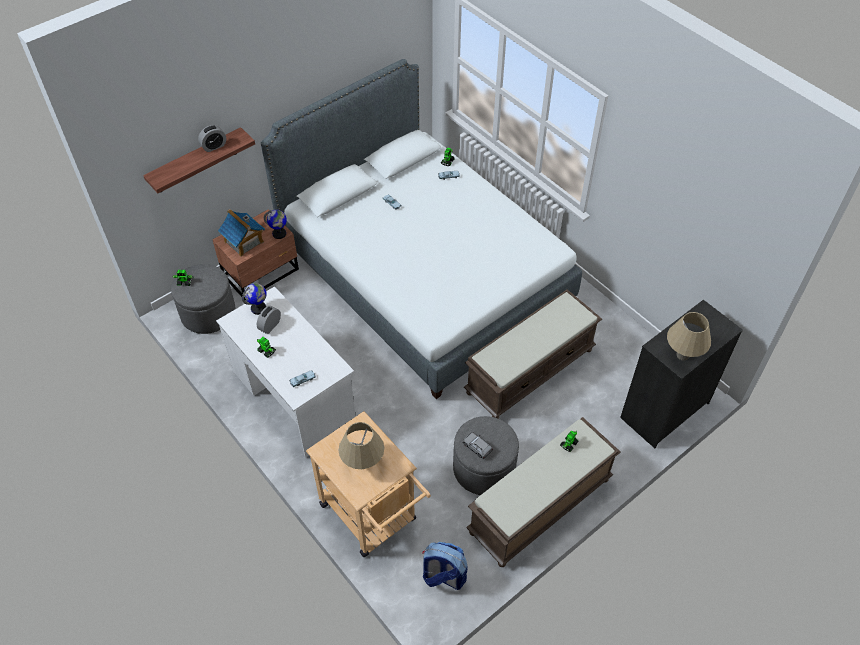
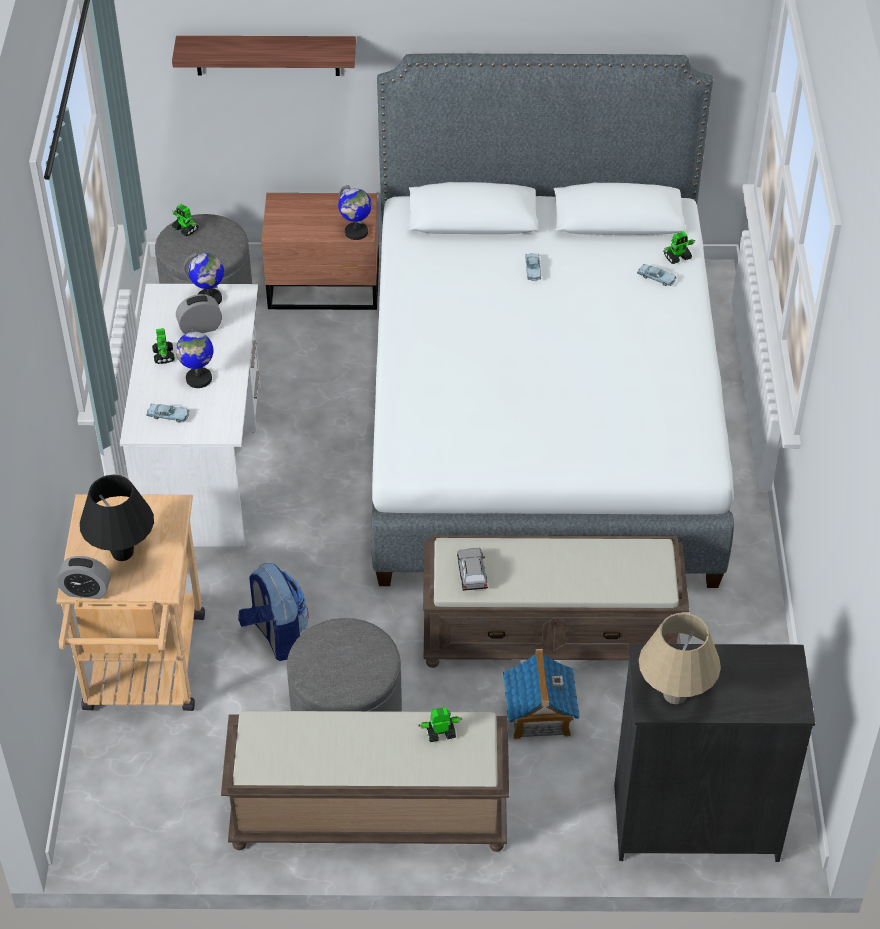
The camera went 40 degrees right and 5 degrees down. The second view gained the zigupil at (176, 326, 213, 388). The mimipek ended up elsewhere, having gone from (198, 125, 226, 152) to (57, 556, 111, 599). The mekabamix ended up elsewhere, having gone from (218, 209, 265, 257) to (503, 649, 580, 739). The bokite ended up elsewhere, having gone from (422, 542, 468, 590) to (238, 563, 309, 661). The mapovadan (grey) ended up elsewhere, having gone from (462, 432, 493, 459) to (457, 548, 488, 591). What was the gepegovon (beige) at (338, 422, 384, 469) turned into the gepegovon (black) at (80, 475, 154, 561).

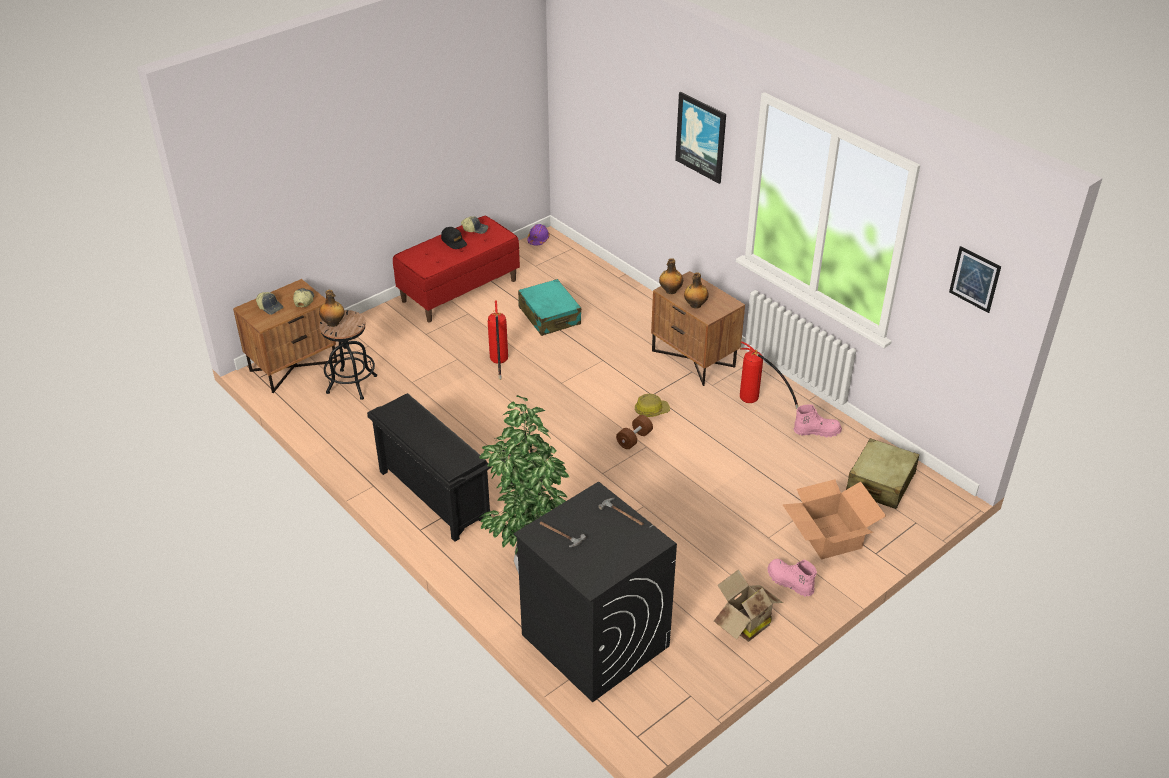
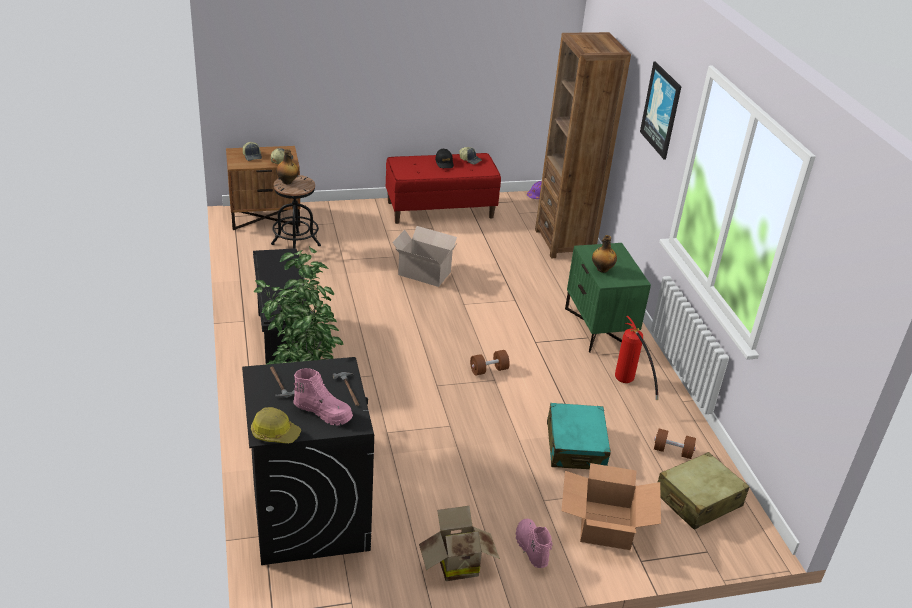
The camera went 25 degrees right and 5 degrees down. The second view lost the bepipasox at (659, 258, 683, 294). The second view lost the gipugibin at (949, 246, 1001, 313). The second view gained the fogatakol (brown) at (535, 32, 631, 259). The second view gained the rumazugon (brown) at (654, 429, 696, 459). The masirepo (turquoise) ended up elsewhere, having gone from (518, 279, 581, 336) to (547, 403, 611, 469). The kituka ended up elsewhere, having gone from (635, 394, 670, 417) to (251, 407, 301, 444). The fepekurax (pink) ended up elsewhere, having gone from (794, 405, 842, 438) to (294, 368, 353, 426). Where the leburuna stood at (488, 300, 508, 380), the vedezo came to stand at (392, 226, 458, 287). What was the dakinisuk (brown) at (651, 271, 745, 386) turned into the dakinisuk (green) at (565, 243, 651, 352).

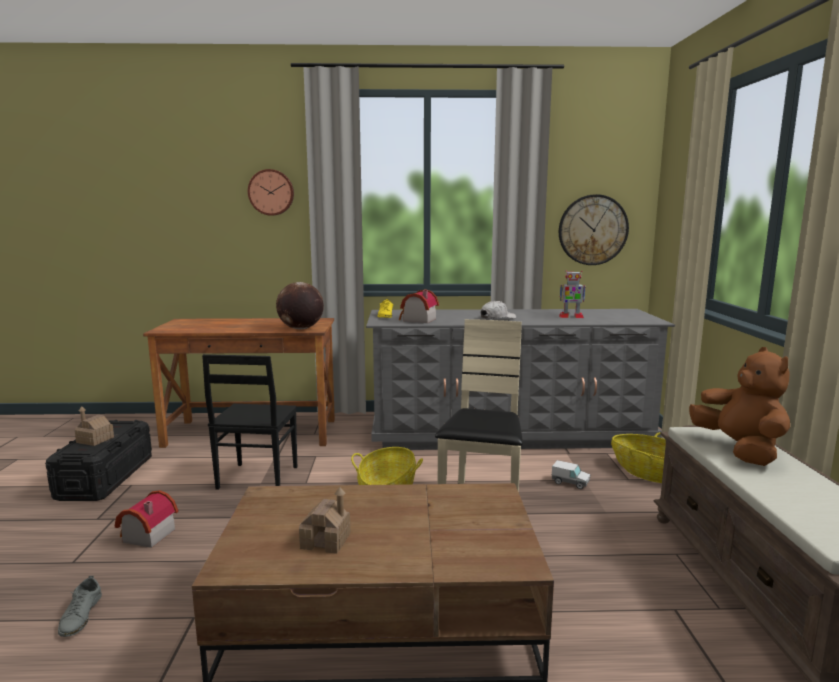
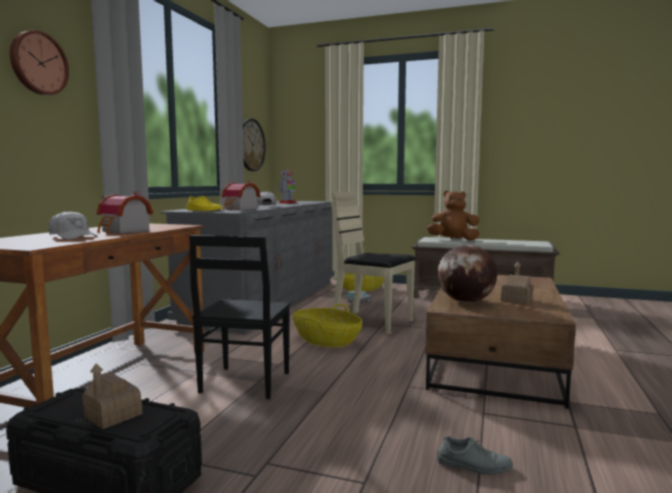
The camera went 70 degrees left and 5 degrees down. The second view gained the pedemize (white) at (49, 211, 98, 240). The mekabamix ended up elsewhere, having gone from (115, 490, 179, 548) to (97, 192, 153, 234). The zigupil ended up elsewhere, having gone from (276, 282, 324, 329) to (438, 245, 497, 303). The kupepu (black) at (202, 354, 297, 490) ended up facing another way, 75 degrees clockwise from before.

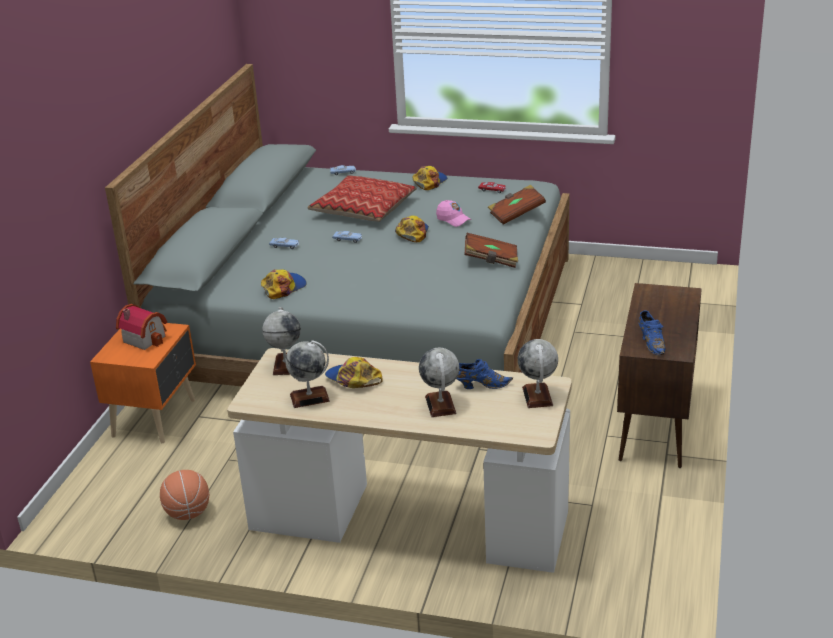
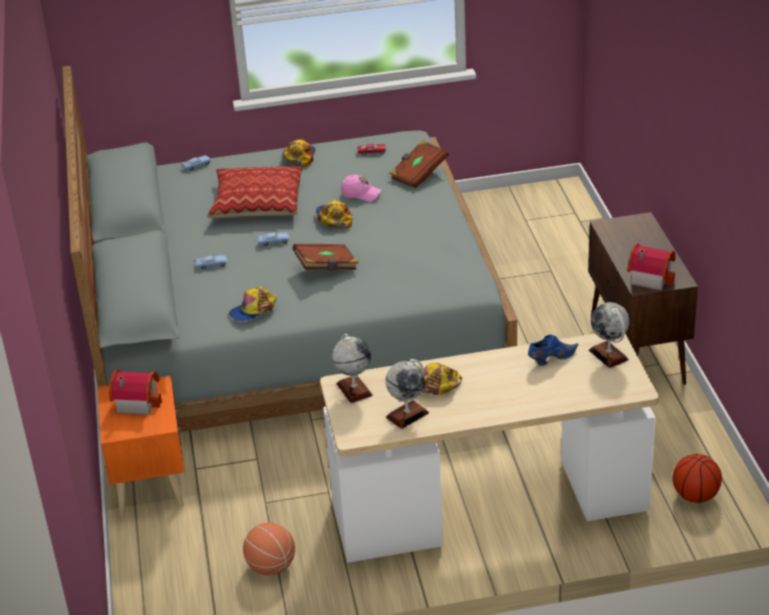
The camera went 25 degrees left and 5 degrees up. The second view lost the zigupil at (419, 348, 459, 417). The second view gained the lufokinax at (673, 454, 722, 503). The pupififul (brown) ended up elsewhere, having gone from (465, 233, 518, 268) to (293, 244, 359, 271). Where the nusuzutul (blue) stood at (638, 310, 665, 355), the mekabamix came to stand at (627, 243, 676, 291). The pedemize at (261, 269, 307, 299) ended up facing another way, 150 degrees counterclockwise from before.

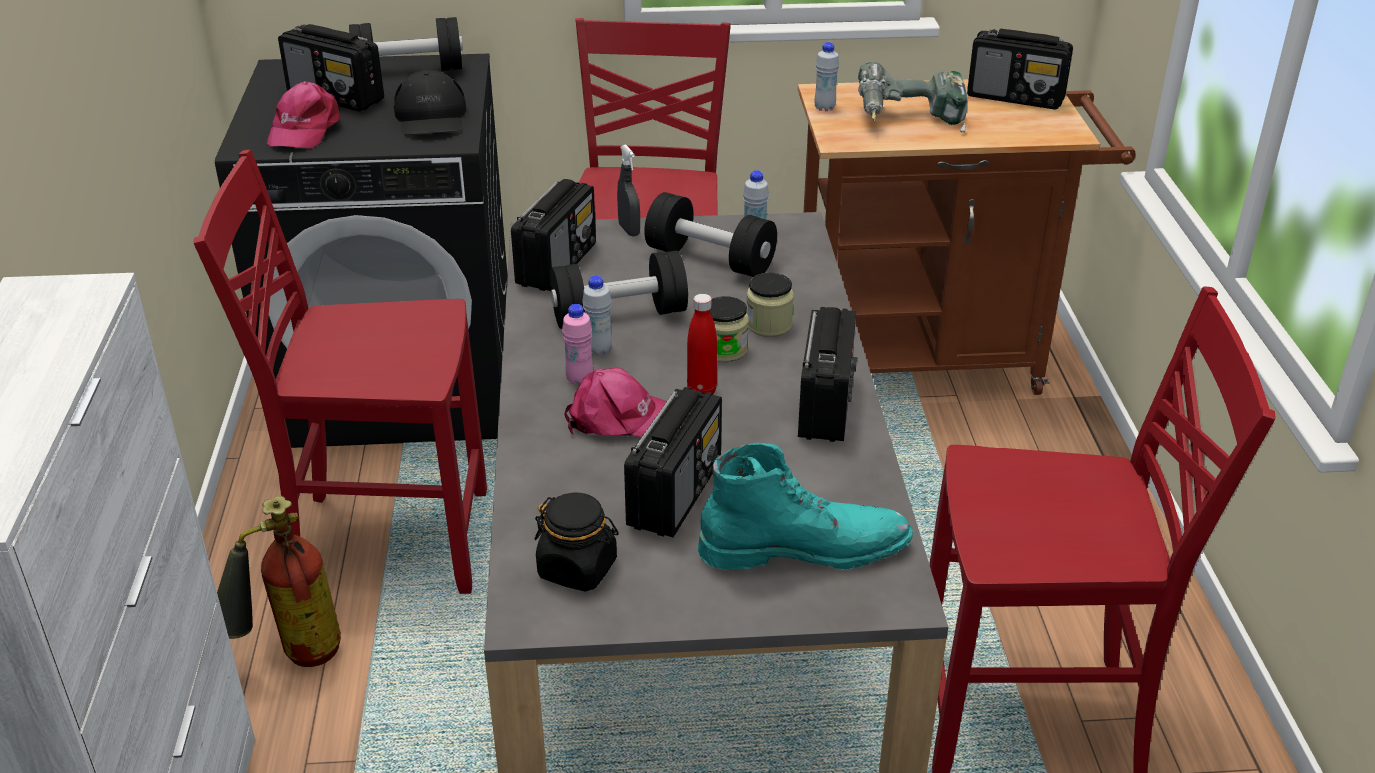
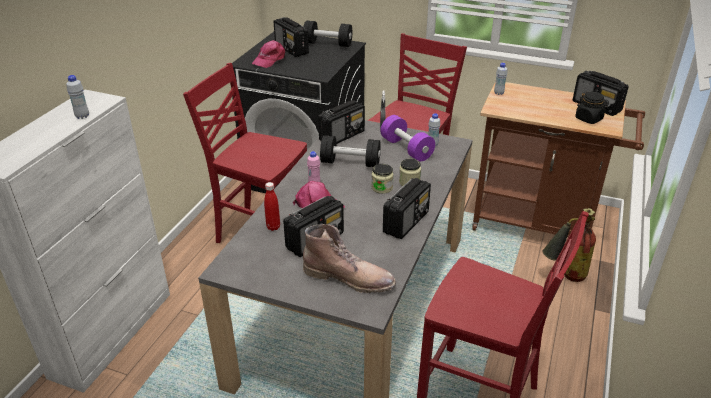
The camera went 25 degrees right and 0 degrees up. The second view lost the pedemize (black) at (393, 70, 466, 135). The second view lost the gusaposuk at (858, 61, 968, 132). The leburuna ended up elsewhere, having gone from (217, 496, 341, 667) to (542, 208, 596, 282). The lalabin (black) ended up elsewhere, having gone from (534, 493, 619, 591) to (575, 92, 608, 124). The bepipasox (white) ended up elsewhere, having gone from (582, 276, 612, 355) to (66, 75, 89, 119). The bepipasox (red) ended up elsewhere, having gone from (687, 294, 717, 394) to (264, 182, 280, 231). What was the rumazugon (black) at (644, 192, 777, 277) turned into the rumazugon (purple) at (380, 115, 435, 161). What was the fepekurax (turquoise) at (698, 443, 913, 570) turned into the fepekurax (brown) at (303, 224, 396, 293).

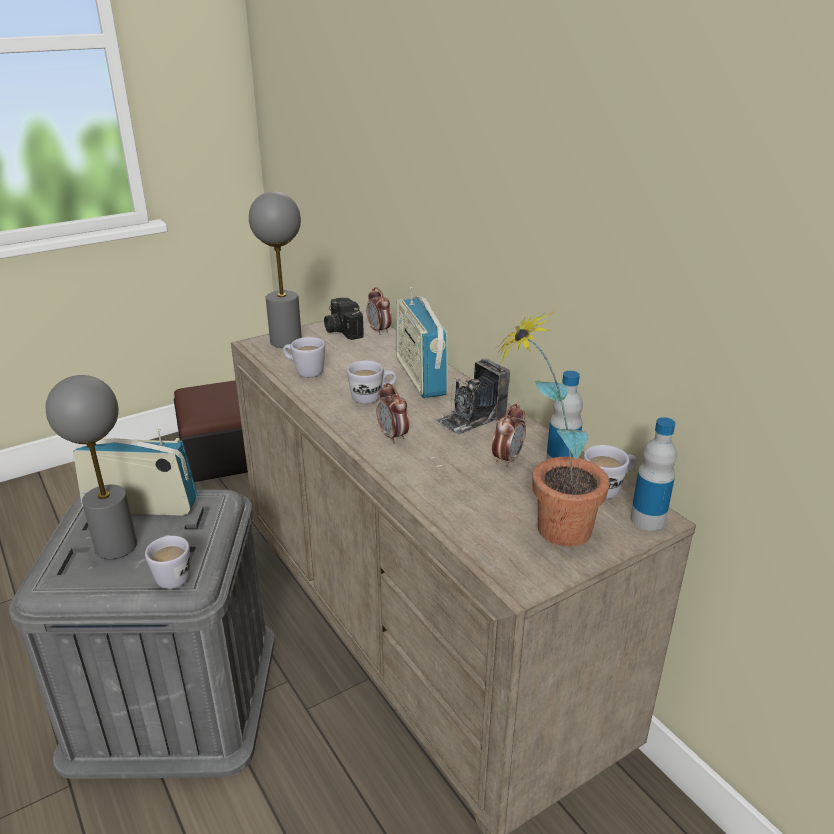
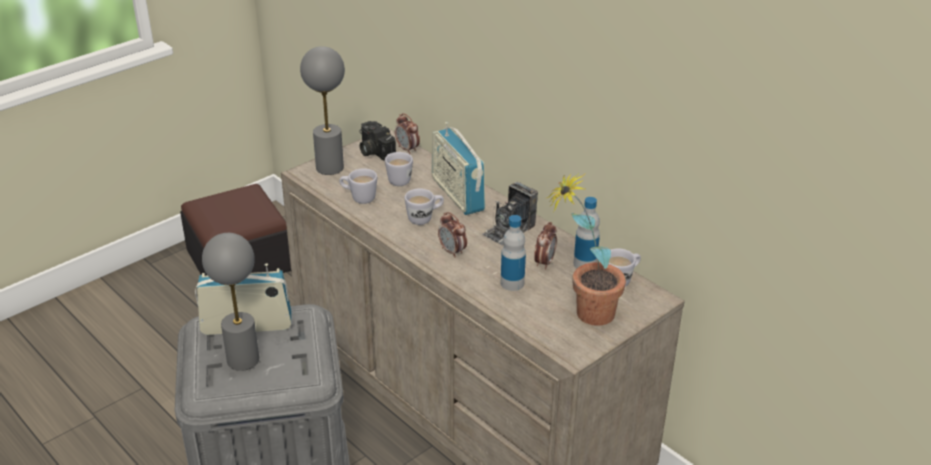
The camera went 10 degrees left and 5 degrees up. The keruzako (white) ended up elsewhere, having gone from (145, 535, 190, 589) to (385, 152, 413, 186). The bepipasox ended up elsewhere, having gone from (630, 417, 677, 530) to (501, 215, 526, 291).

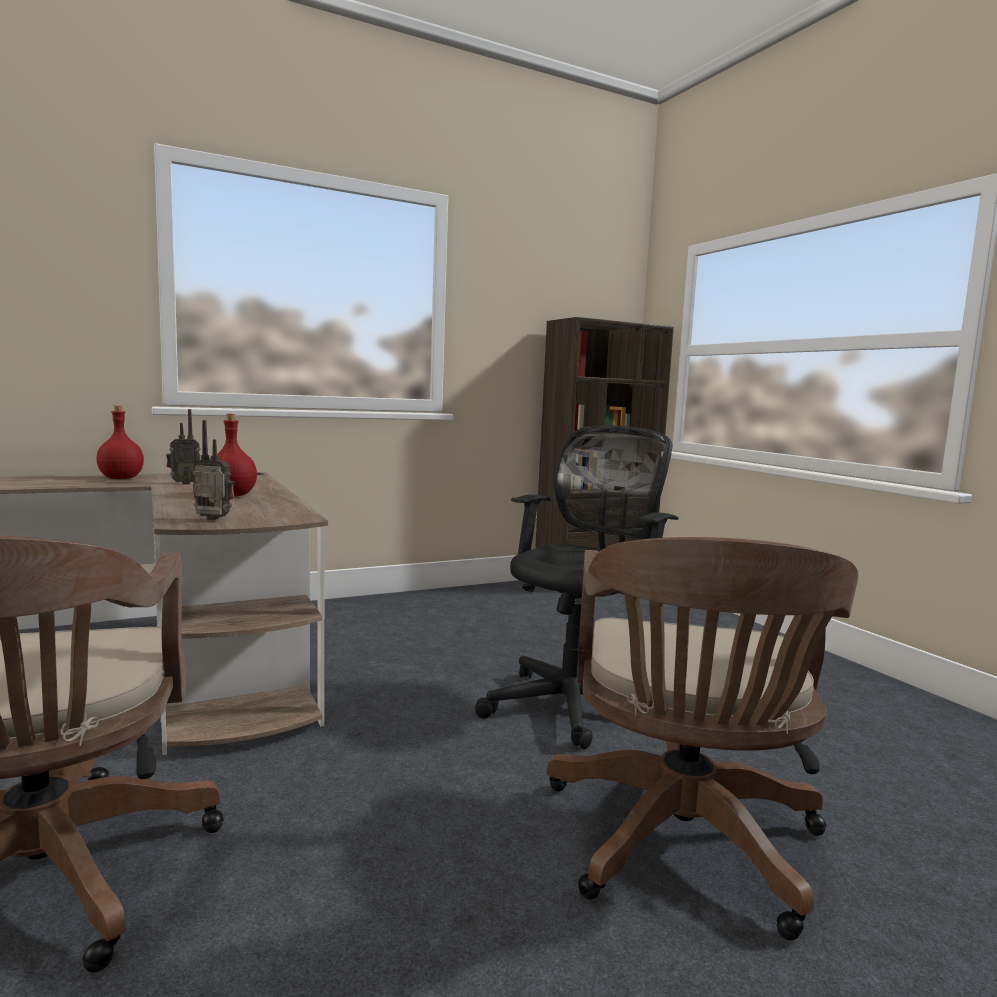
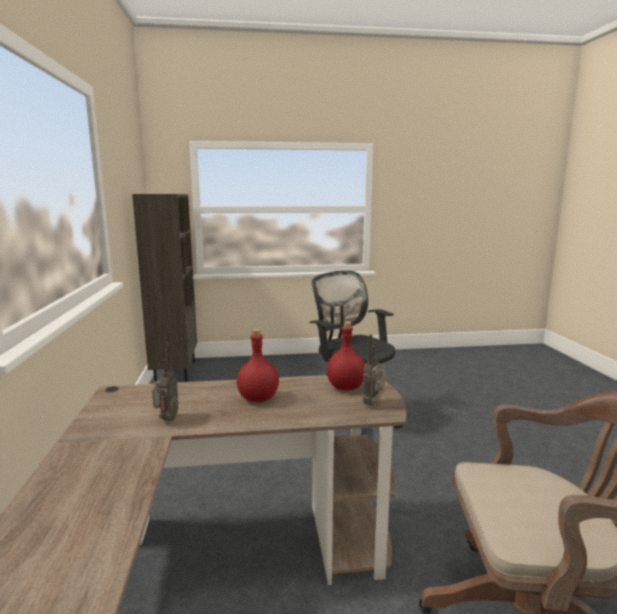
The camera went 70 degrees left and 5 degrees up. The second view lost the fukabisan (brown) at (547, 537, 858, 940). The bepipasox (red) ended up elsewhere, having gone from (96, 405, 144, 479) to (327, 322, 365, 390).

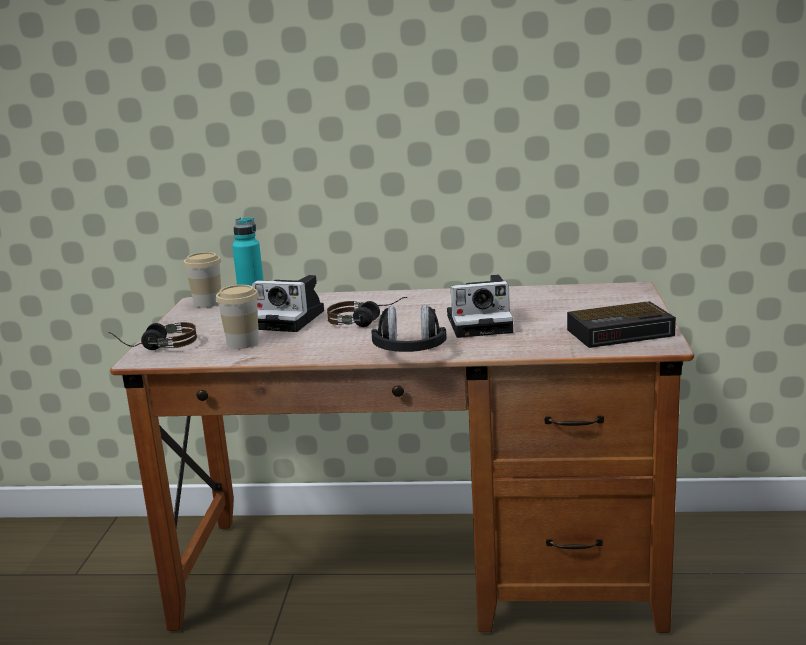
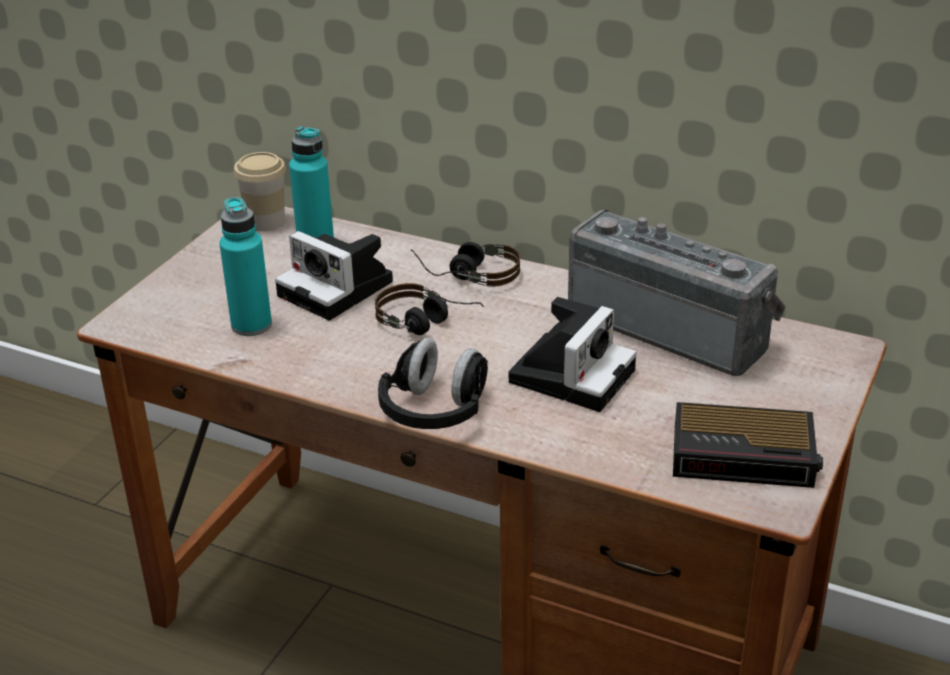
The camera went 20 degrees right and 15 degrees up. The second view gained the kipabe at (568, 210, 786, 376). The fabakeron ended up elsewhere, having gone from (109, 322, 197, 350) to (411, 242, 520, 287). Where the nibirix stood at (216, 285, 259, 349), the bepipasox (turquoise) came to stand at (219, 197, 272, 336). The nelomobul at (447, 274, 513, 338) ended up facing another way, 75 degrees counterclockwise from before.

